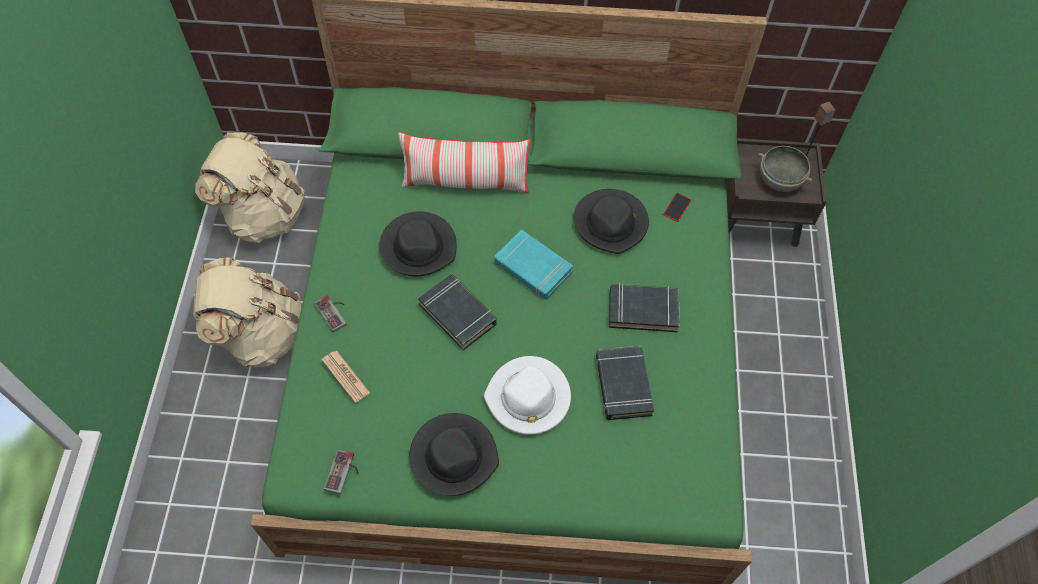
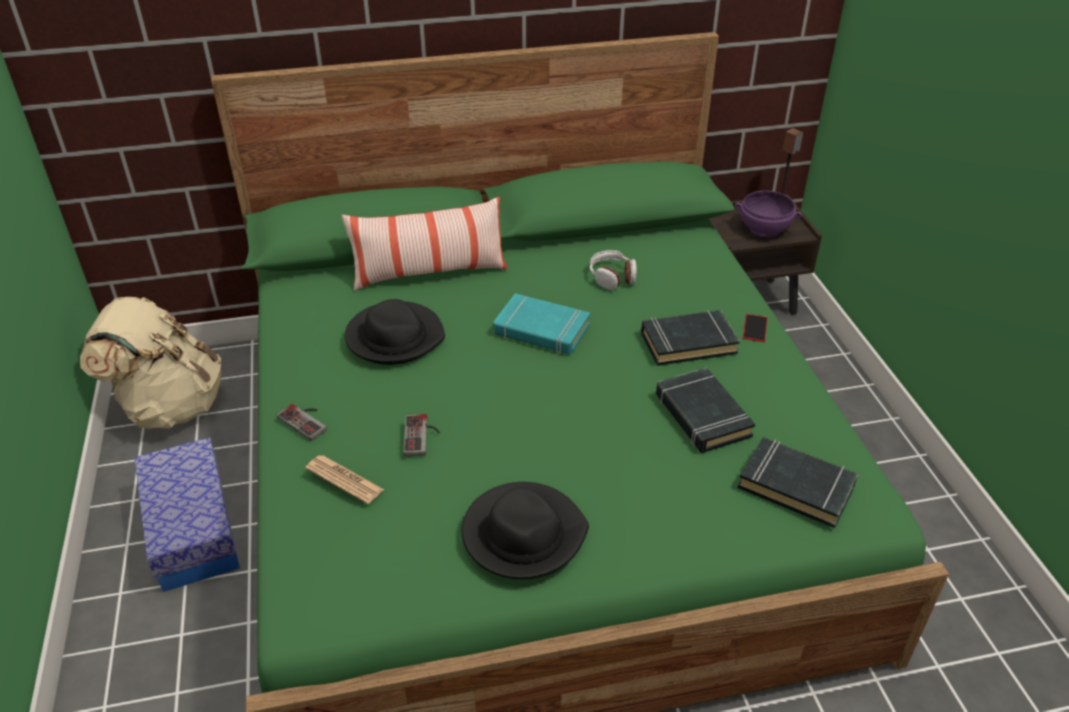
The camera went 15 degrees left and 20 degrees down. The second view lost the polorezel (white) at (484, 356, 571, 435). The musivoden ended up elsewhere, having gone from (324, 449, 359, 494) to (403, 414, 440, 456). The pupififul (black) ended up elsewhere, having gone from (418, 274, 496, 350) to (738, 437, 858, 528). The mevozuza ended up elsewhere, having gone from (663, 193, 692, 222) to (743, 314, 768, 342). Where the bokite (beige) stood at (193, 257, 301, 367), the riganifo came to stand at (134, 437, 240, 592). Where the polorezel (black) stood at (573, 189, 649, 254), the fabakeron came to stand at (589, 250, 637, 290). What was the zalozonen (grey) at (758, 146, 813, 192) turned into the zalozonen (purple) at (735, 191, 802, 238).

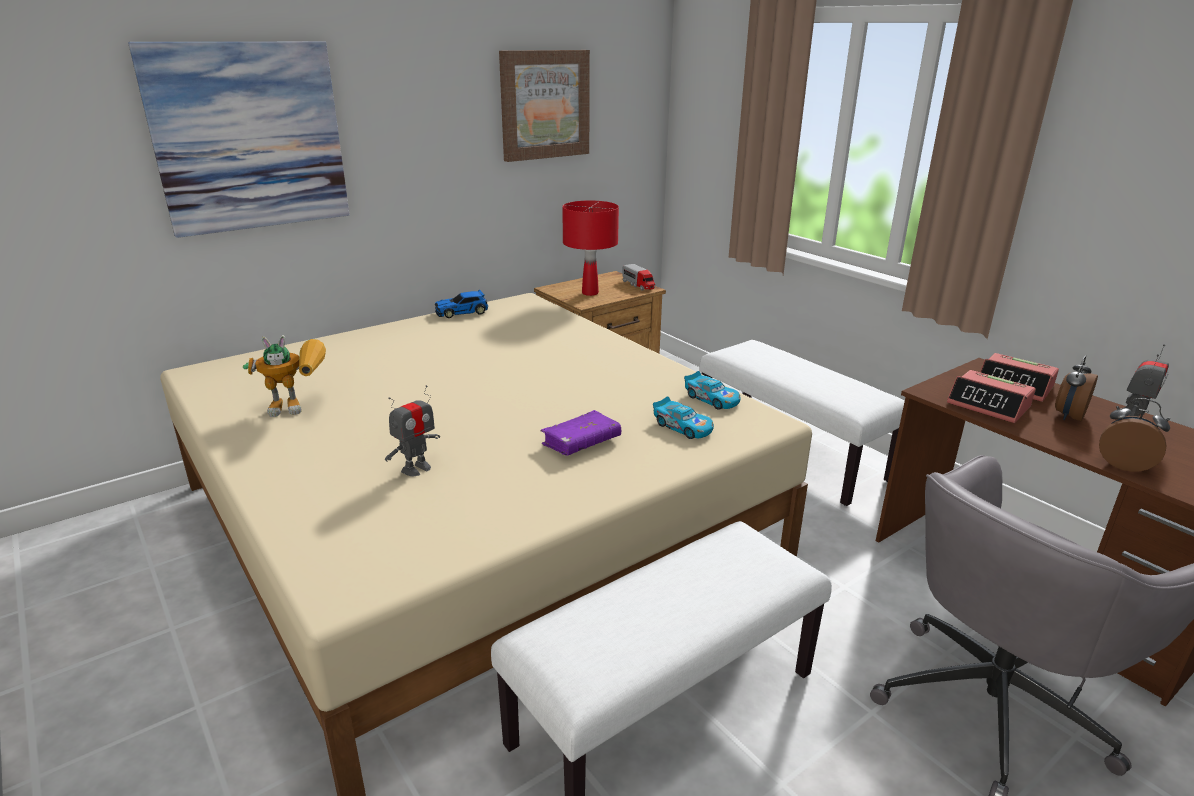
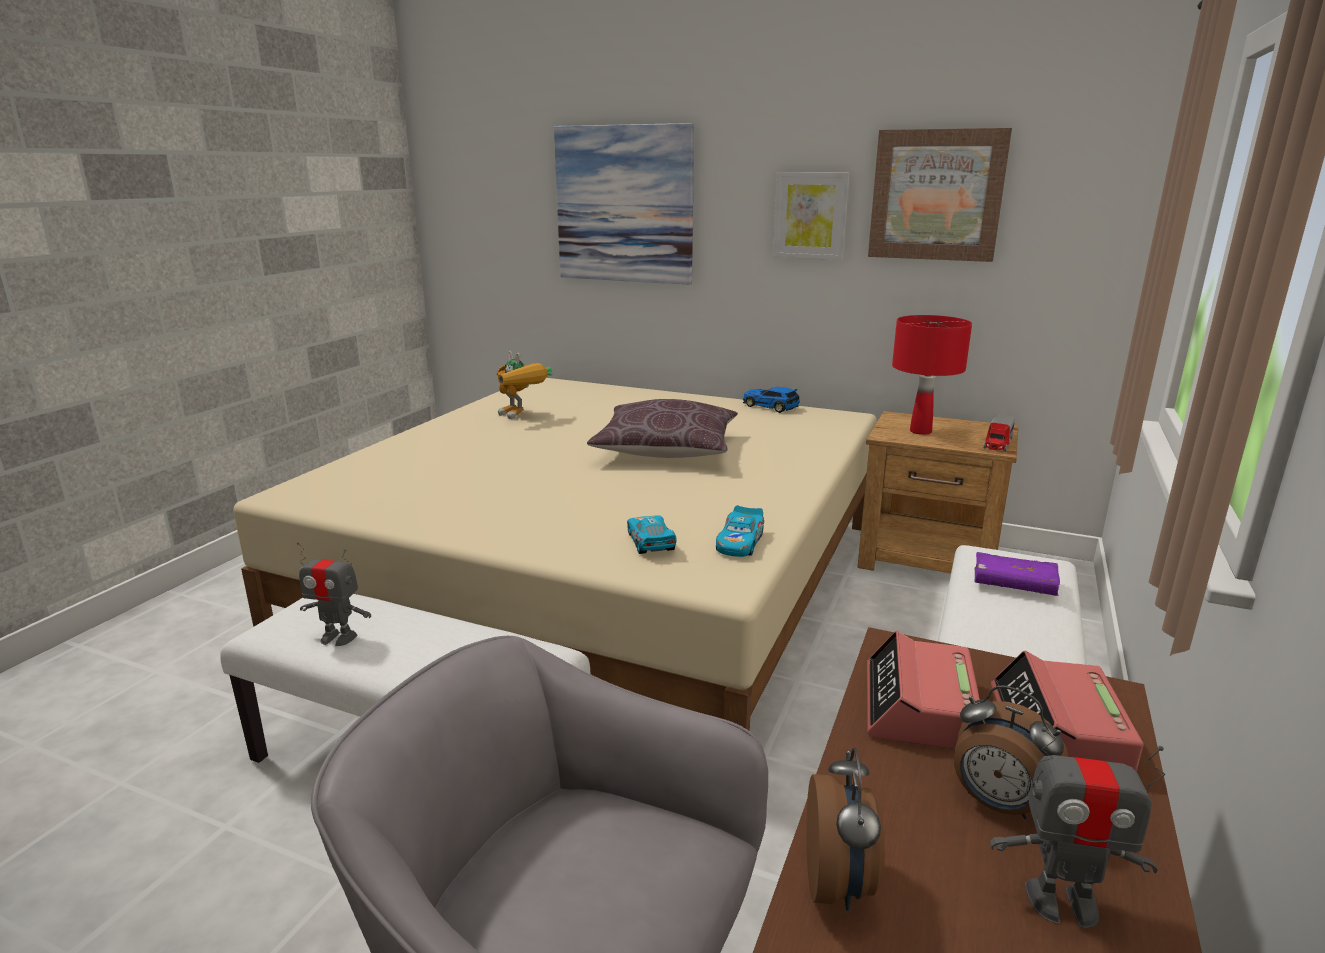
The camera went 60 degrees right and 5 degrees down. The second view gained the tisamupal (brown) at (587, 399, 738, 458). The second view gained the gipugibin at (773, 172, 850, 260). The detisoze ended up elsewhere, having gone from (385, 385, 440, 476) to (296, 542, 371, 646). The pupififul (purple) ended up elsewhere, having gone from (540, 410, 621, 456) to (974, 552, 1060, 596). The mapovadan at (653, 396, 714, 439) ended up facing another way, 150 degrees clockwise from before. The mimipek at (1055, 355, 1098, 421) ended up facing another way, 150 degrees counterclockwise from before.

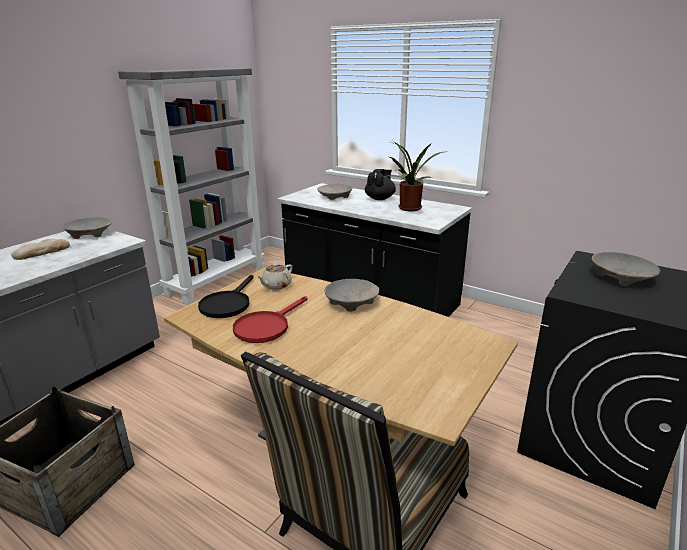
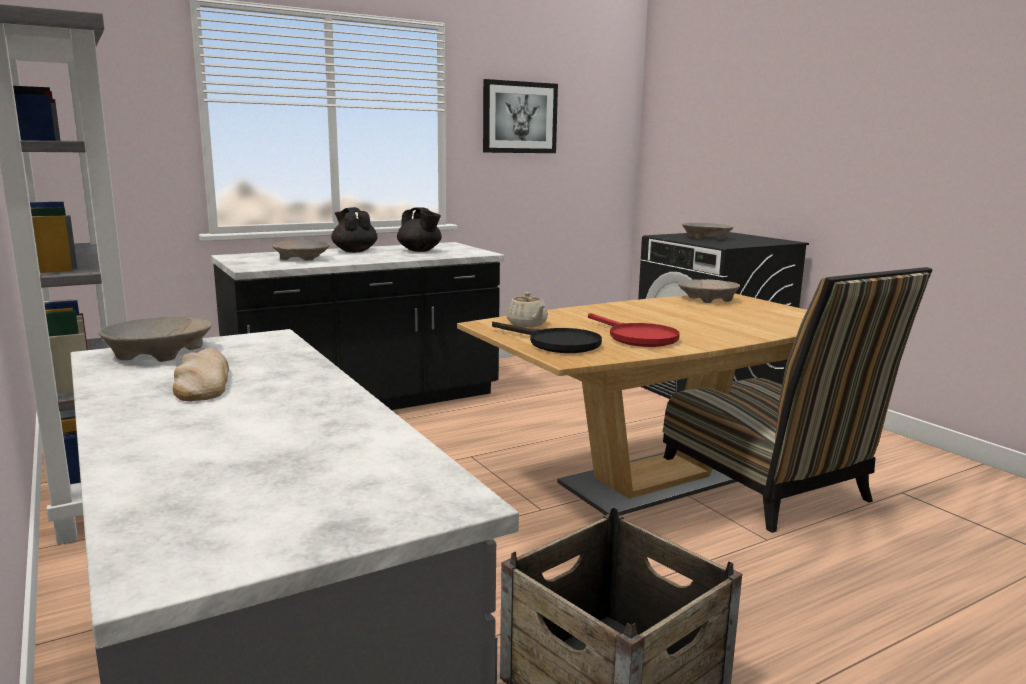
The camera went 65 degrees left and 10 degrees down. The second view gained the gipugibin at (483, 79, 558, 153). The zalozonen (beige) ended up elsewhere, having gone from (324, 279, 379, 312) to (678, 279, 740, 303). Where the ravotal stood at (384, 141, 448, 211), the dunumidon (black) came to stand at (397, 207, 442, 252).

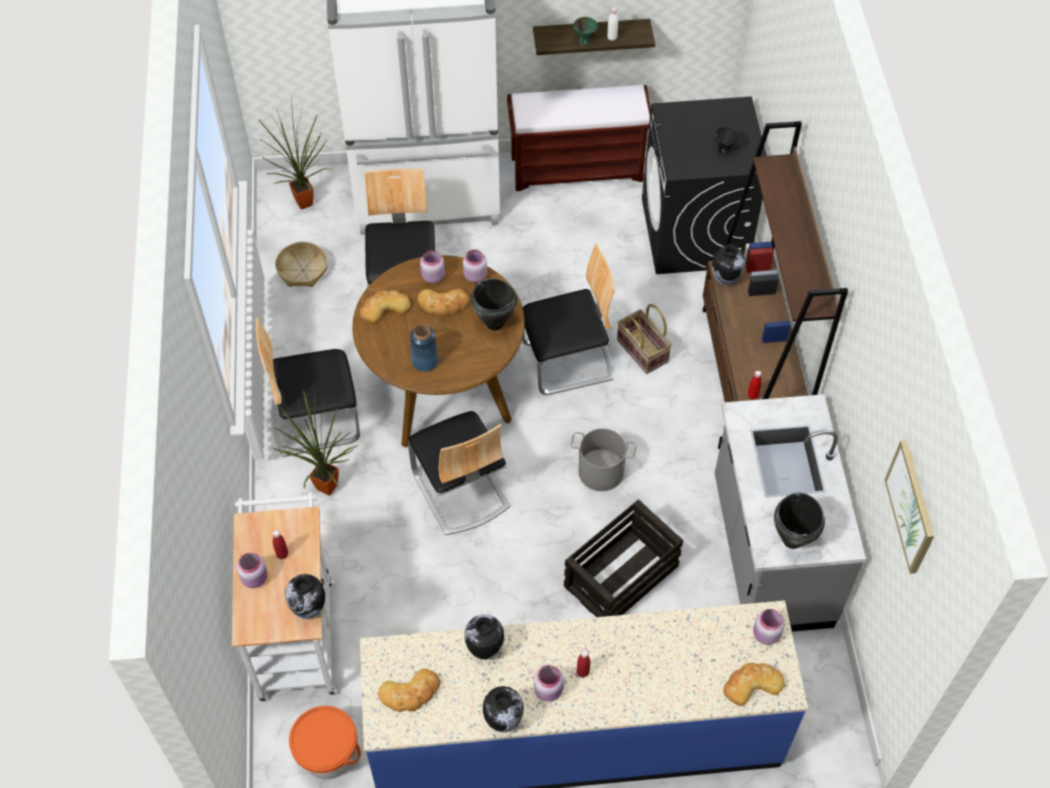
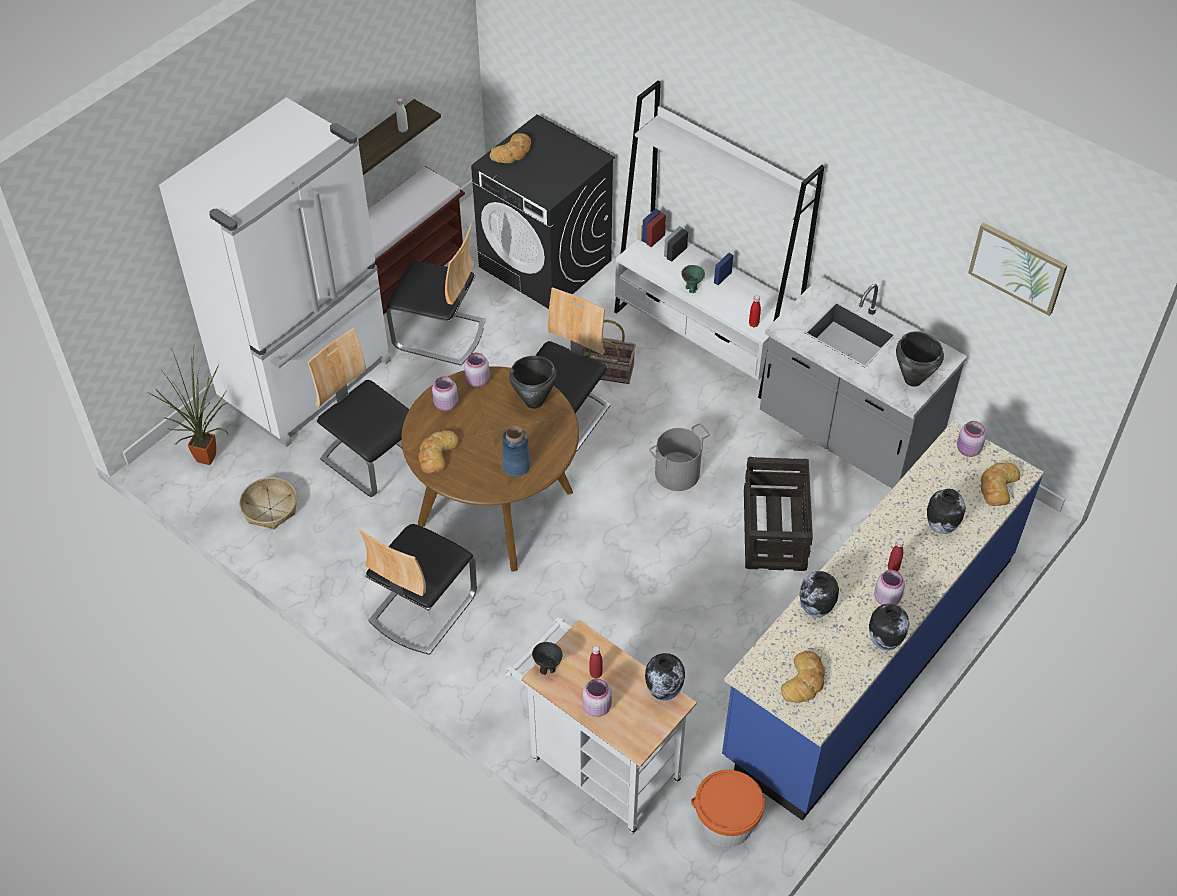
The camera went 45 degrees left and 5 degrees down. The second view lost the ravotal at (273, 390, 358, 496). The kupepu ended up elsewhere, having gone from (408, 411, 510, 535) to (386, 223, 485, 366). The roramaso ended up elsewhere, having gone from (418, 289, 470, 316) to (490, 133, 531, 163). The zalozonen (green) ended up elsewhere, having gone from (573, 17, 598, 46) to (681, 265, 705, 293). The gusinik ended up elsewhere, having gone from (712, 245, 745, 285) to (927, 489, 966, 534). The zalozonen (black) ended up elsewhere, having gone from (715, 127, 739, 155) to (532, 642, 563, 675). What was the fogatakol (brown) at (703, 121, 848, 402) turned into the fogatakol (white) at (614, 80, 824, 399).

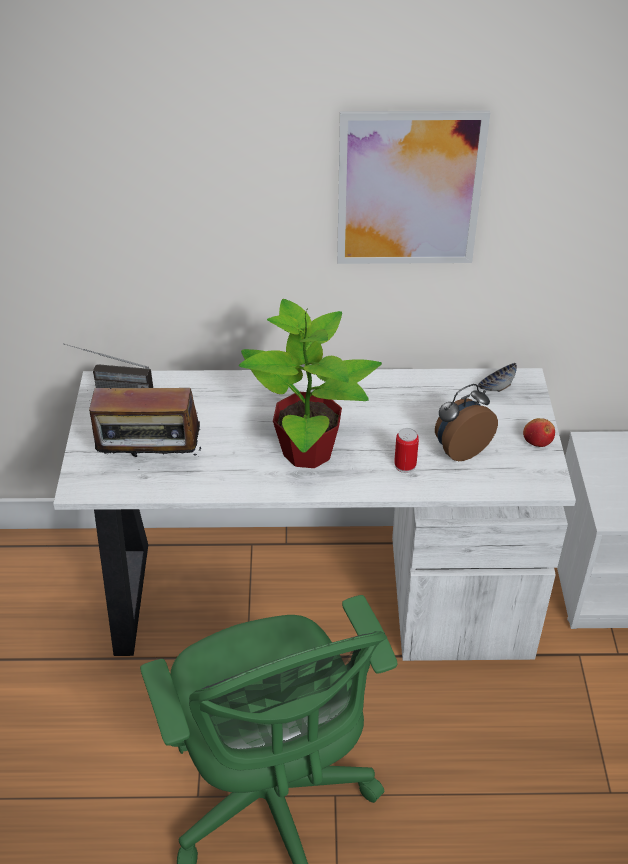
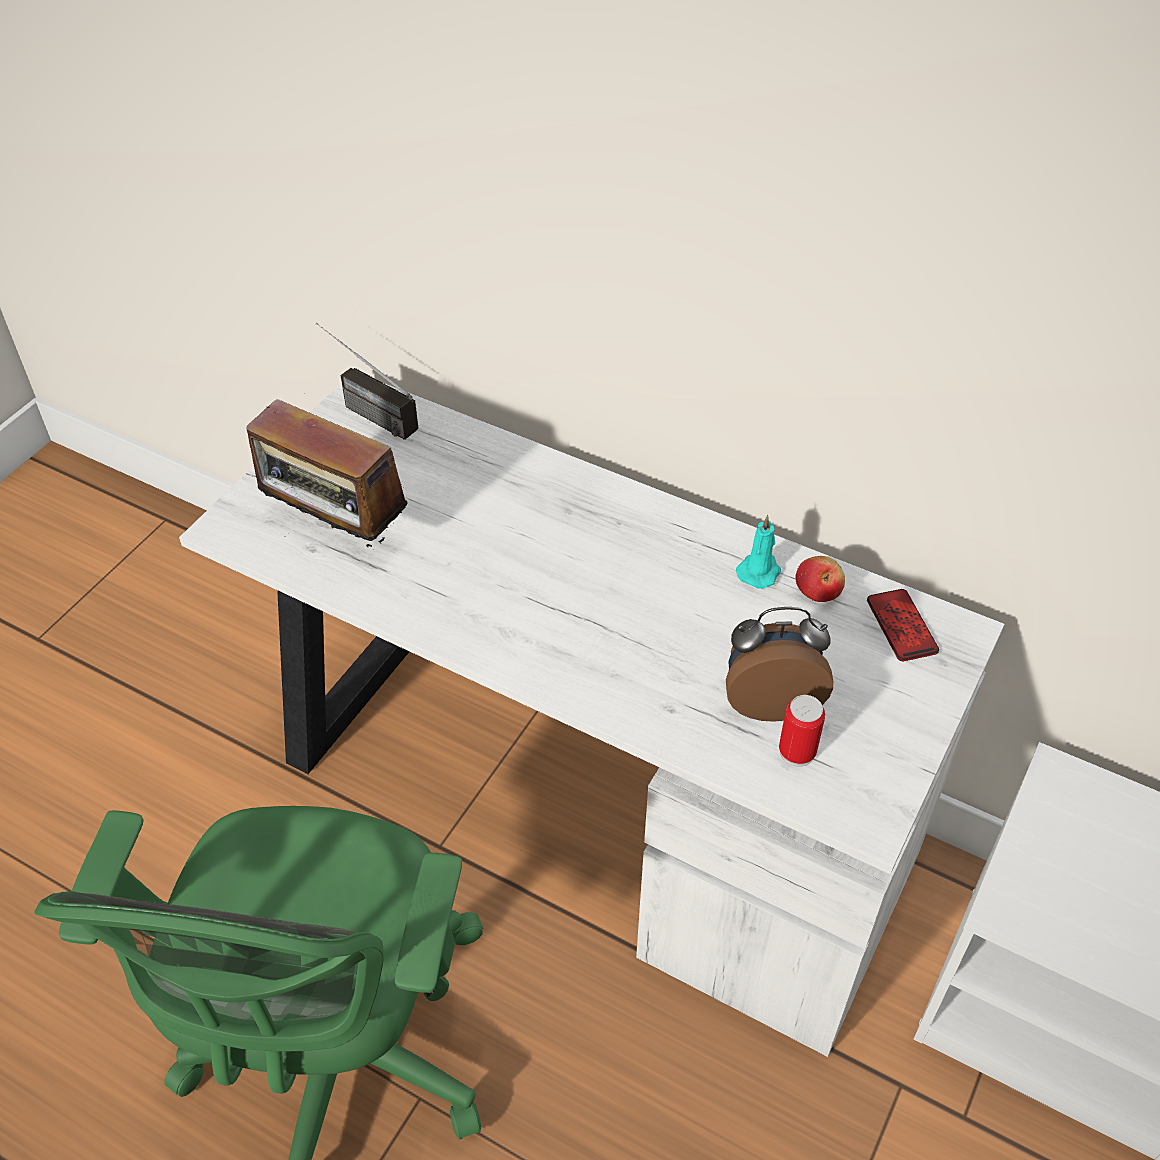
The camera went 30 degrees right and 5 degrees up. The second view lost the ravotal at (239, 299, 382, 468). The second view lost the gipugibin at (337, 111, 490, 264). The second view gained the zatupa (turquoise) at (736, 515, 781, 589). The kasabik ended up elsewhere, having gone from (394, 428, 419, 473) to (779, 695, 825, 767). The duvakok ended up elsewhere, having gone from (523, 418, 555, 447) to (796, 556, 845, 602). Where the zalozonen stood at (478, 363, 517, 392), the mevozuza came to stand at (867, 589, 939, 661).

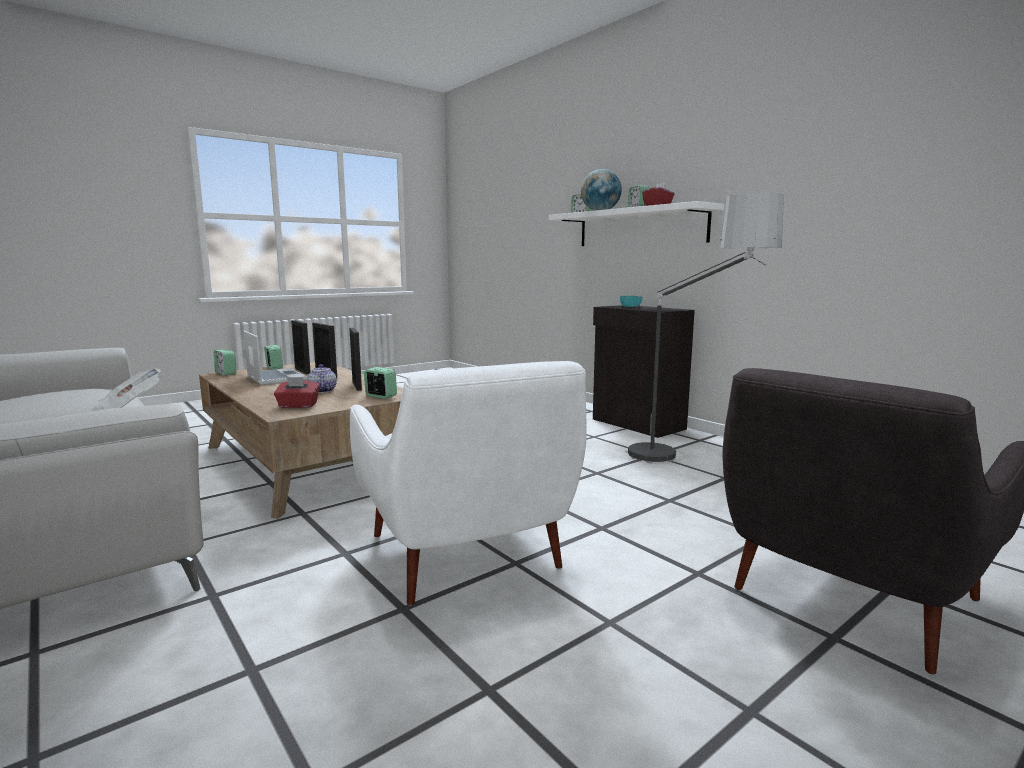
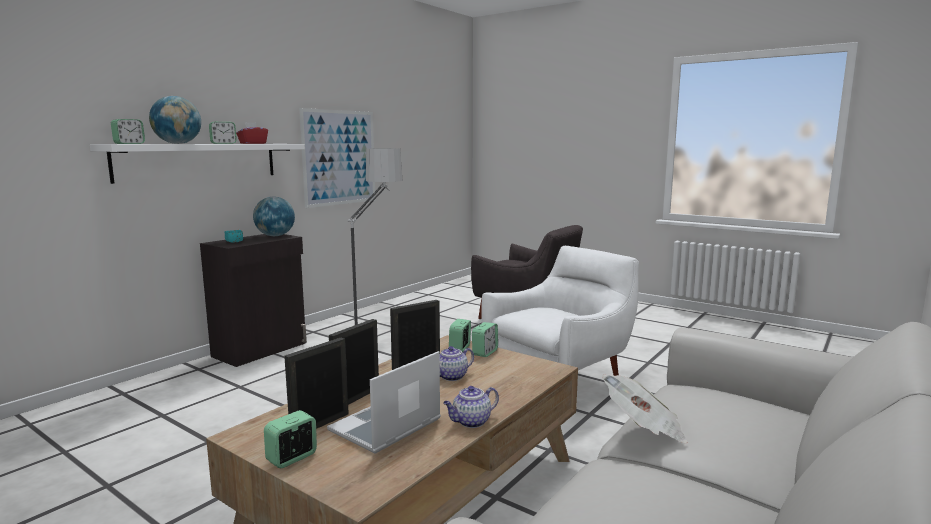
The camera went 105 degrees left and 0 degrees up. The second view lost the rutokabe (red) at (274, 377, 320, 408). The second view gained the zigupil at (253, 197, 295, 236). The second view gained the gipugibin at (299, 108, 375, 208). The second view gained the dunumidon at (443, 386, 499, 428). The mimipek ended up elsewhere, having gone from (214, 350, 236, 376) to (472, 322, 498, 357).

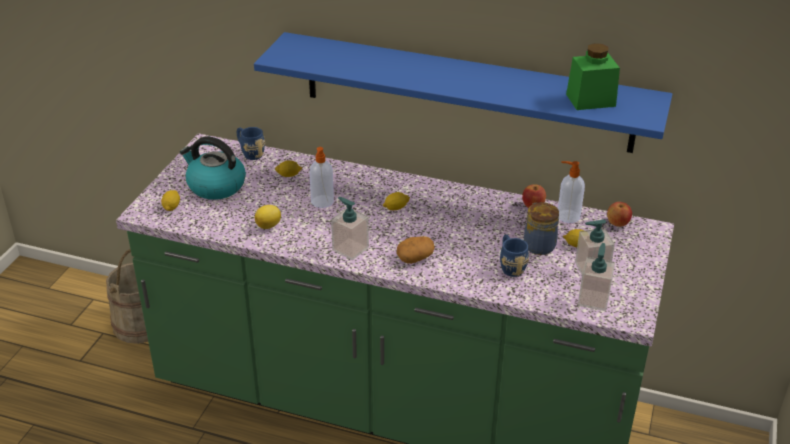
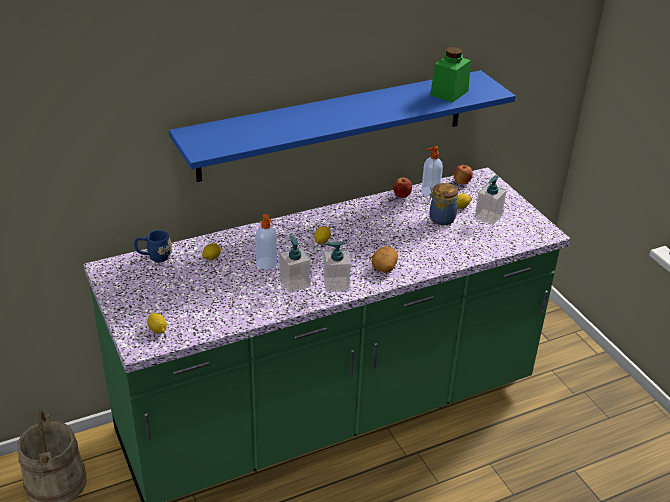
The camera went 45 degrees left and 0 degrees up. The second view lost the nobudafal at (180, 136, 246, 200). The second view lost the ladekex at (255, 205, 281, 229). The second view lost the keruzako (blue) at (500, 235, 529, 277). The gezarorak ended up elsewhere, having gone from (578, 243, 615, 311) to (280, 235, 311, 293).

